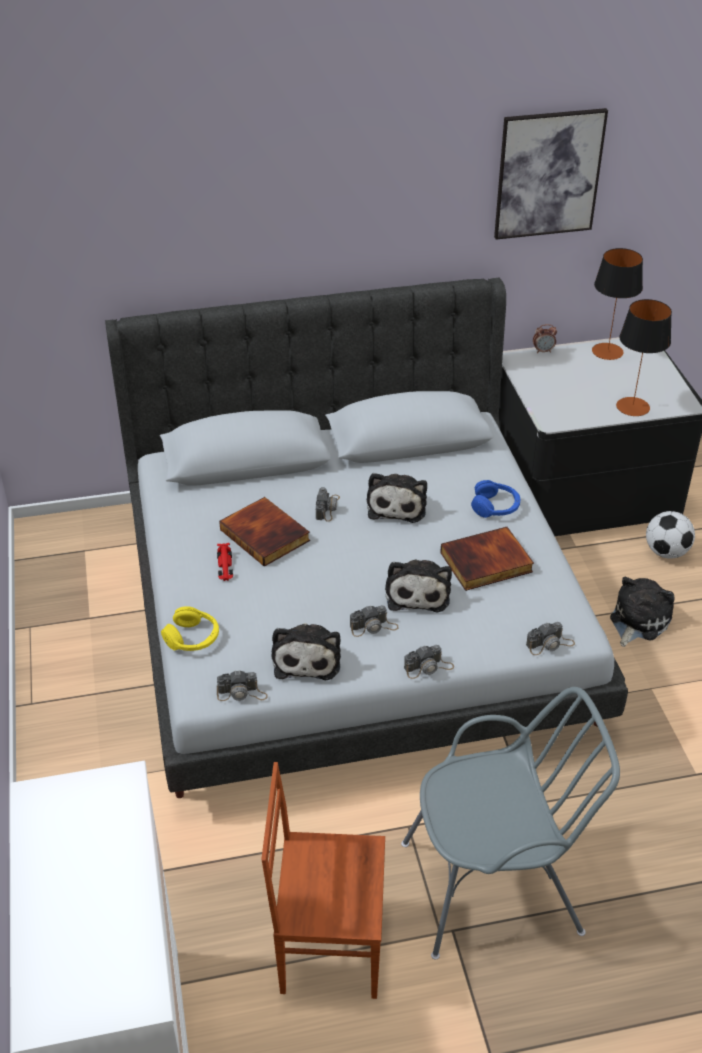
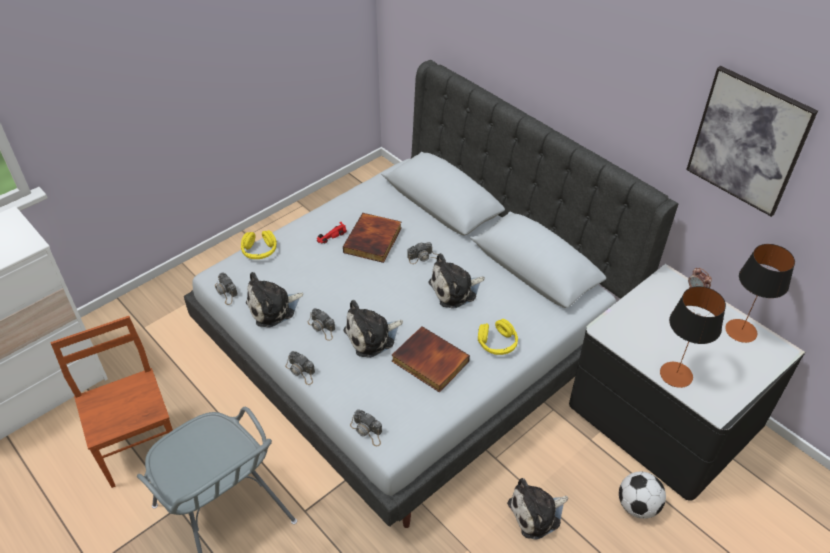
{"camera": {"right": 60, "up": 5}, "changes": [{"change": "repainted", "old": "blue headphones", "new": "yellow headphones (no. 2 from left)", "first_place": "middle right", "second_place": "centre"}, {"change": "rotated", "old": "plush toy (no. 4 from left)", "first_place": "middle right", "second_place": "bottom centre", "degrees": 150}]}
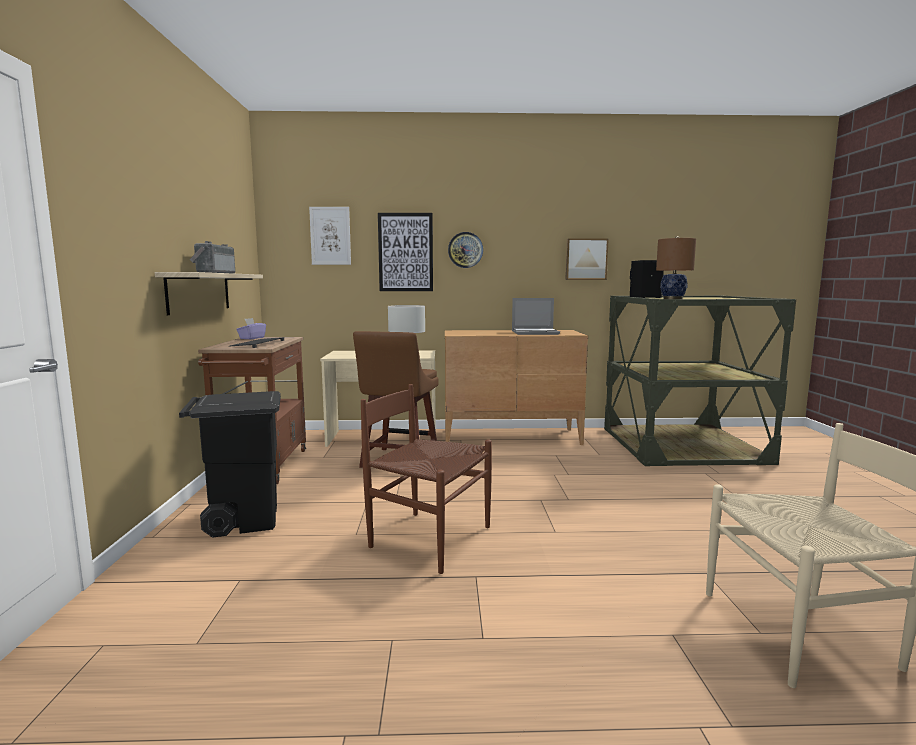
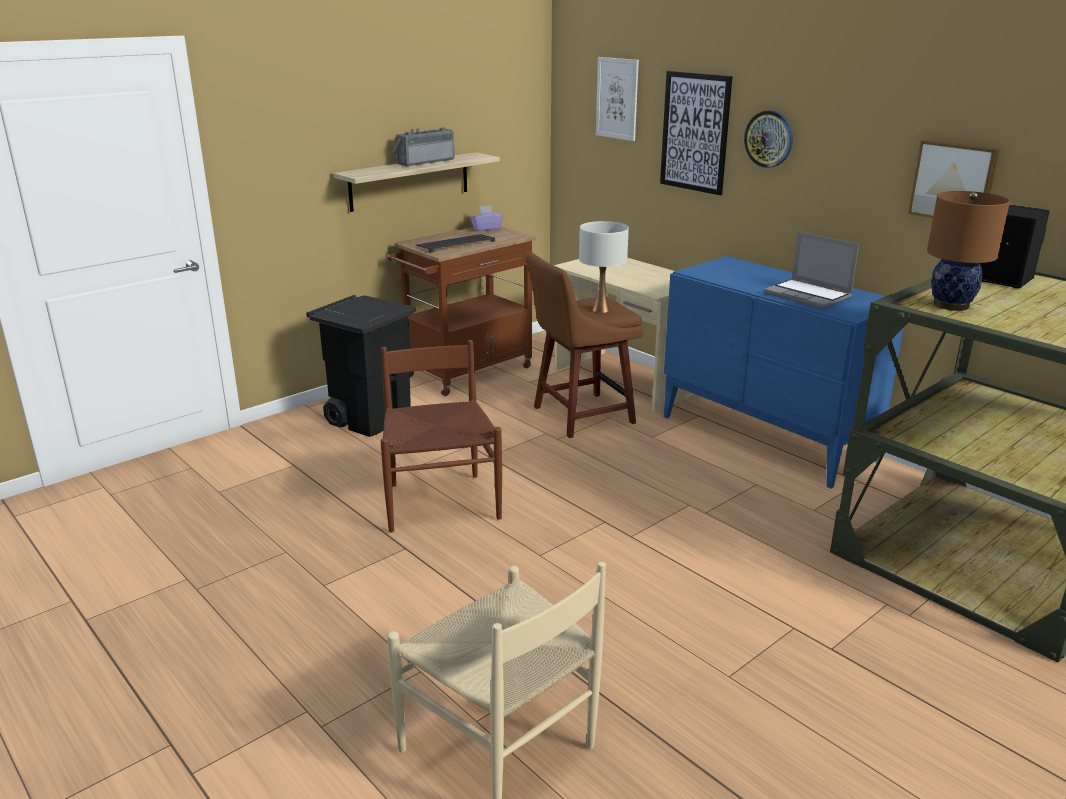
{"camera": {"right": 50, "up": 15}, "changes": [{"change": "repainted", "old": "brown cabinet", "new": "blue cabinet", "first_place": "centre", "second_place": "middle right"}]}
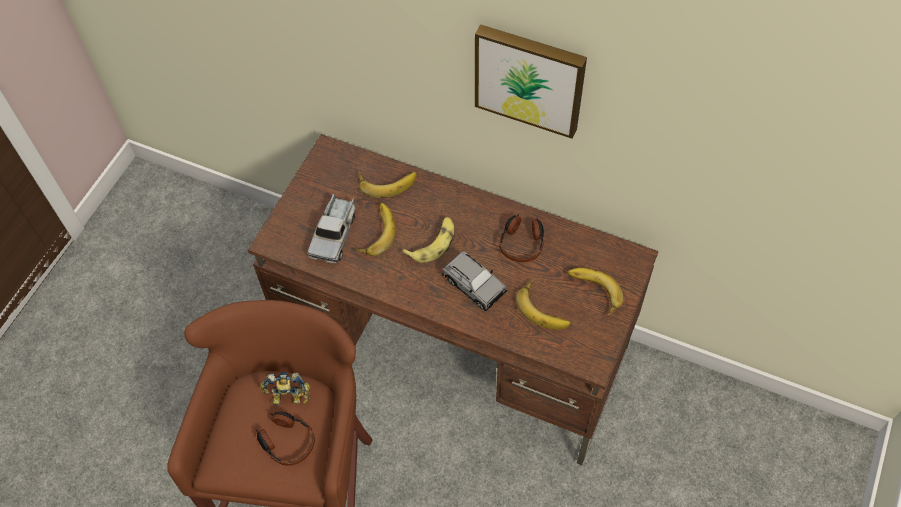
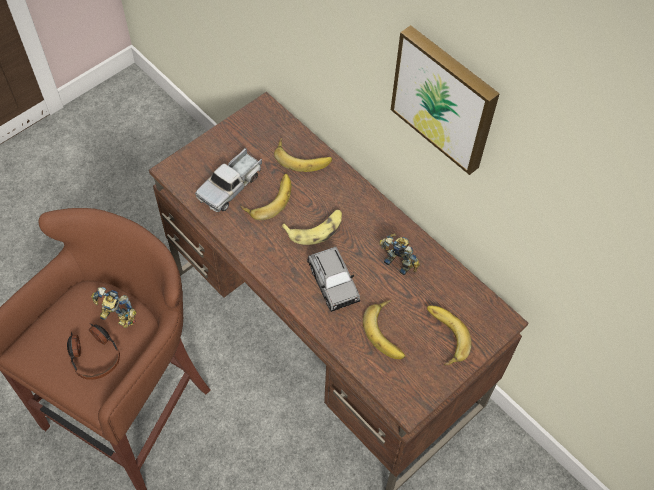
{"camera": {"right": 20, "up": 0}, "changes": [{"change": "swapped", "old": "headphones (no. 2 from left)", "new": "toy robot (no. 2 from left)", "first_place": "centre", "second_place": "centre"}]}
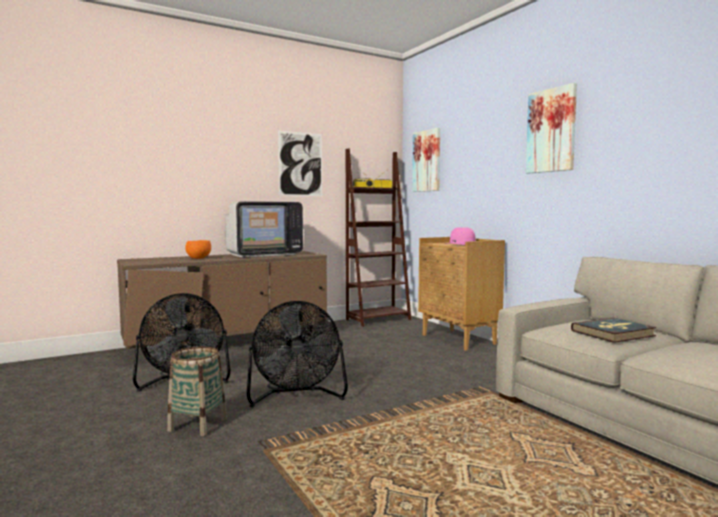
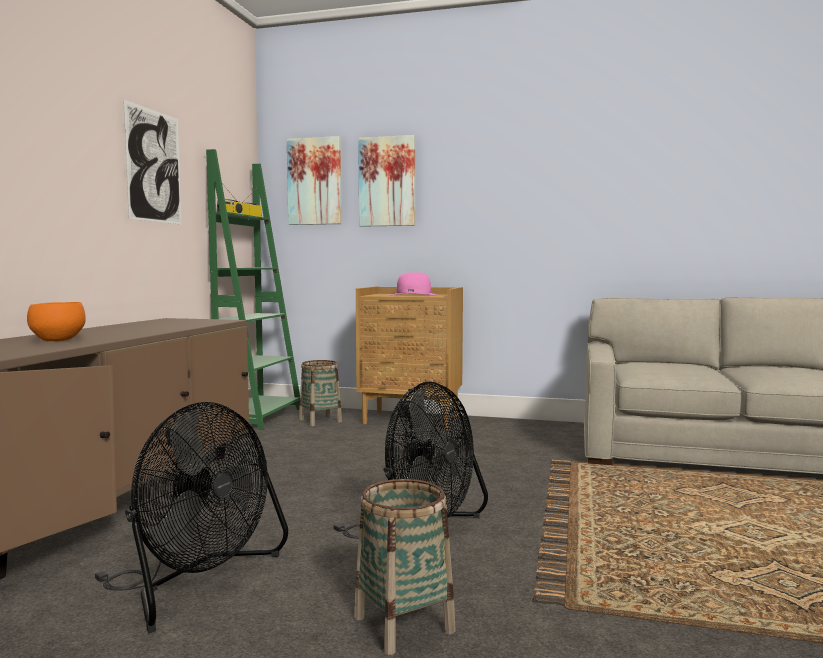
{"camera": {"right": -45, "up": 0}, "changes": [{"change": "repainted", "old": "brown bookcase", "new": "green bookcase", "first_place": "centre", "second_place": "middle left"}, {"change": "new", "new": "basket (no. 1 from left)", "second_place": "centre"}, {"change": "shifted", "old": "picture (no. 3 from left)", "first_place": "top right", "second_place": "top centre"}, {"change": "gone", "old": "television", "first_place": "centre"}, {"change": "gone", "old": "book", "first_place": "middle right"}]}
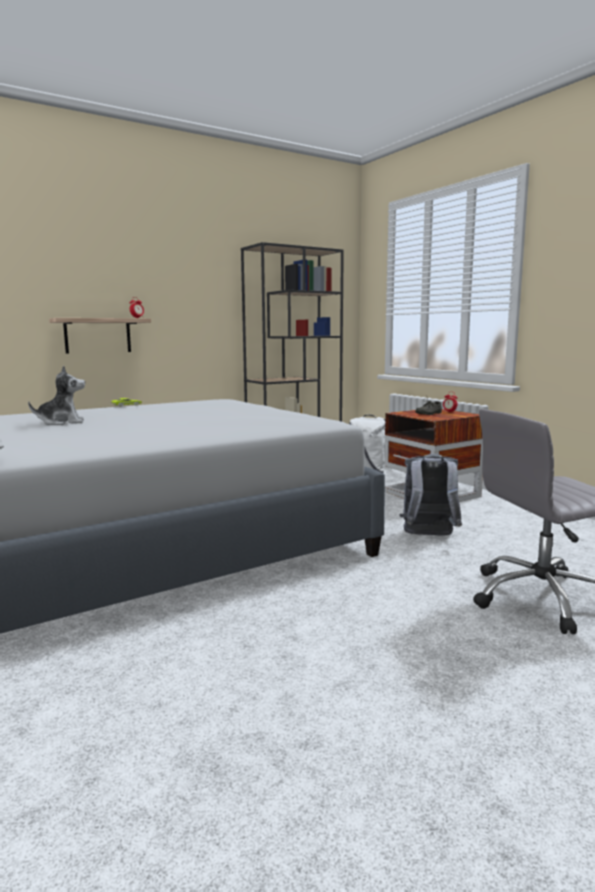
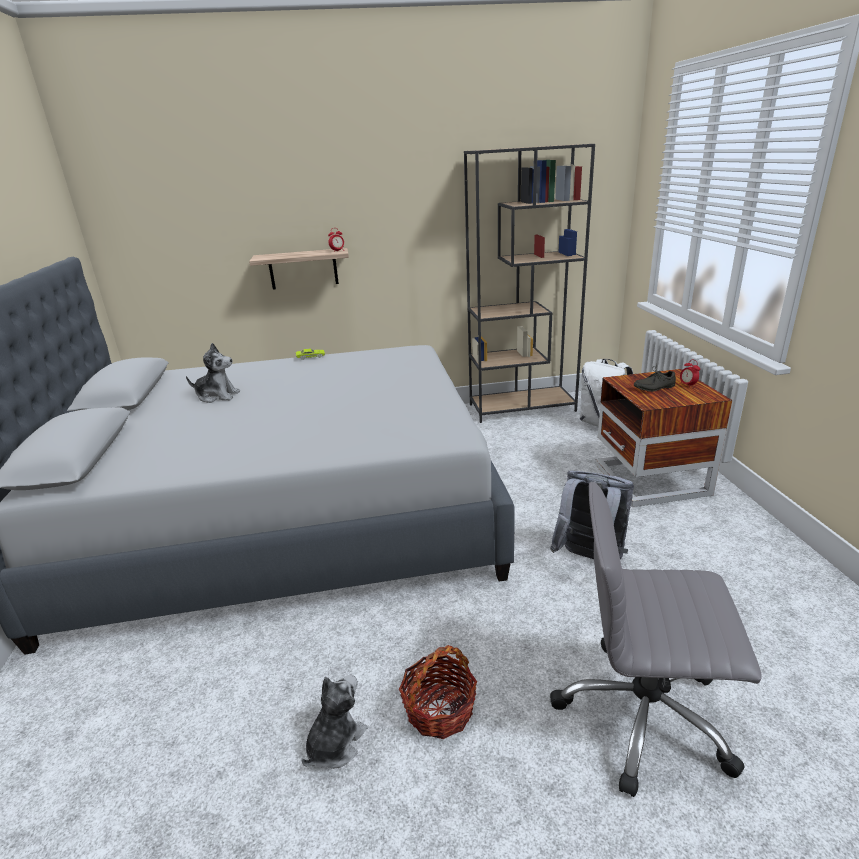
{"camera": {"right": 25, "up": 15}, "changes": [{"change": "new", "new": "plush toy (no. 2 from left)", "second_place": "bottom centre"}, {"change": "new", "new": "basket", "second_place": "bottom centre"}]}
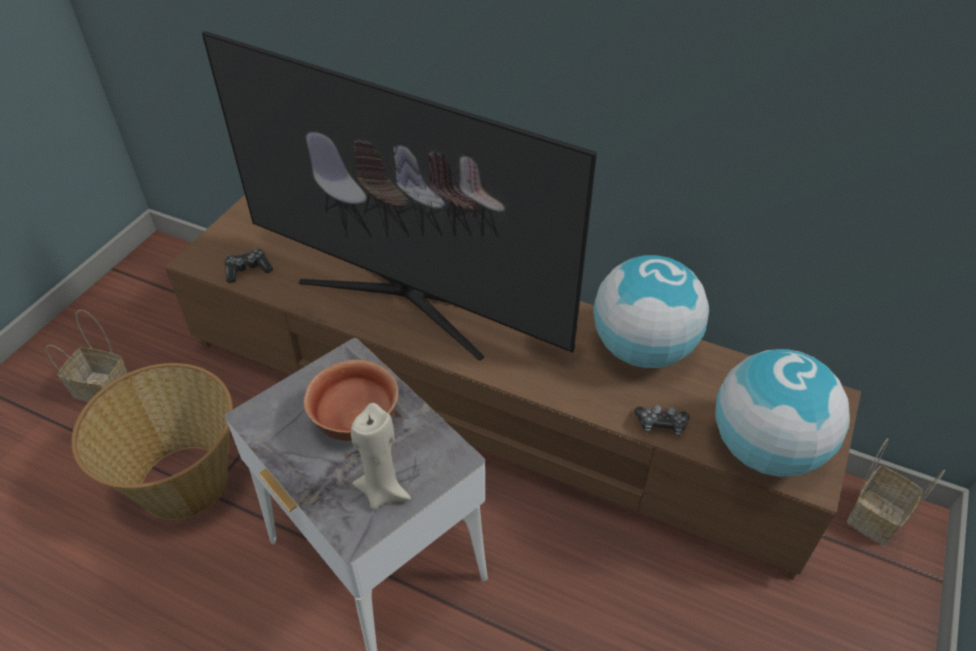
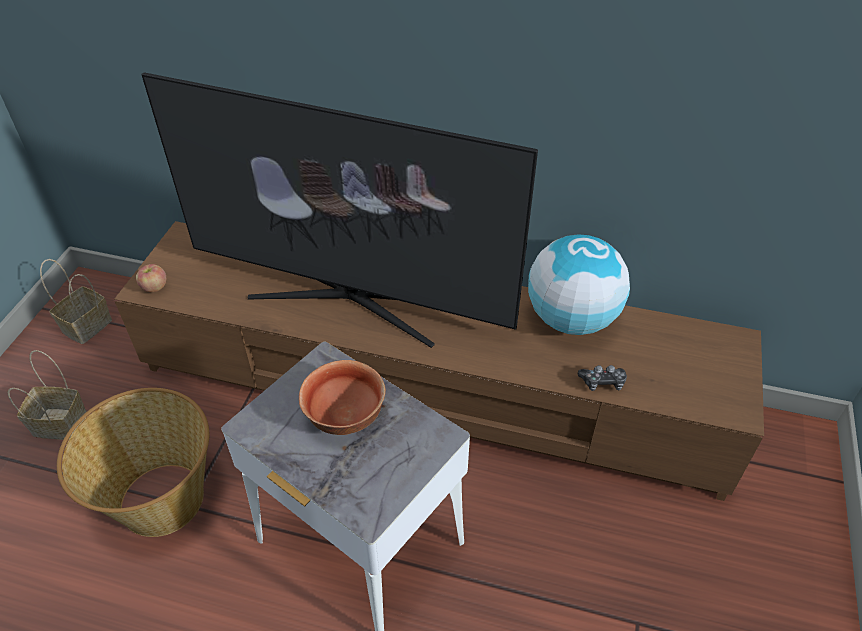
{"camera": {"right": -10, "up": 0}, "changes": [{"change": "shifted", "old": "basket (no. 3 from left in the first image)", "new": "basket (no. 2 from left)", "first_place": "bottom right", "second_place": "middle left"}, {"change": "new", "new": "apple", "second_place": "middle left"}, {"change": "gone", "old": "game controller (no. 1 from left)", "first_place": "middle left"}, {"change": "gone", "old": "beige candle", "first_place": "bottom centre"}, {"change": "gone", "old": "globe (no. 2 from left)", "first_place": "middle right"}]}
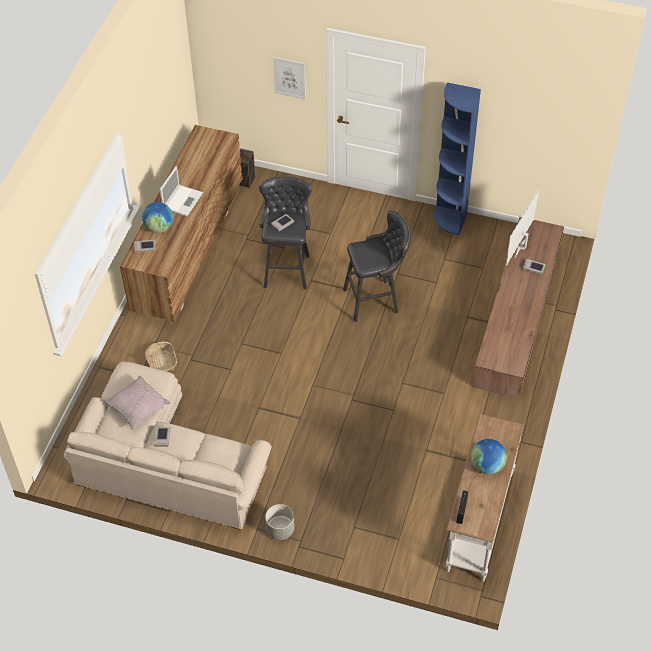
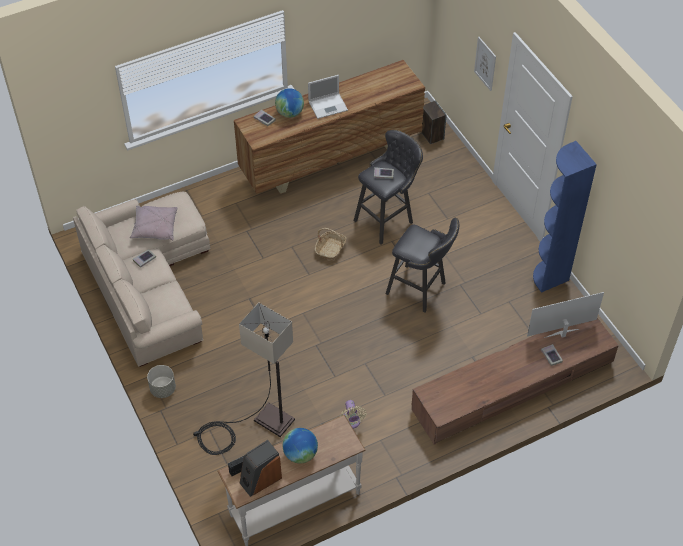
{"camera": {"right": 45, "up": 0}, "changes": [{"change": "new", "new": "floor lamp", "second_place": "bottom centre"}, {"change": "new", "new": "speaker (no. 1 from left)", "second_place": "bottom centre"}, {"change": "shifted", "old": "basket", "first_place": "middle left", "second_place": "centre"}, {"change": "new", "new": "beige fan", "second_place": "bottom centre"}]}
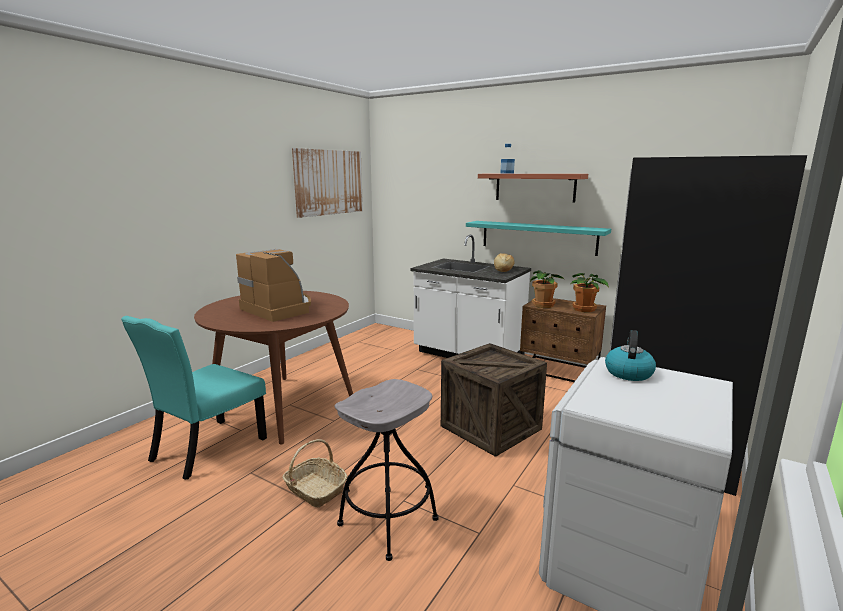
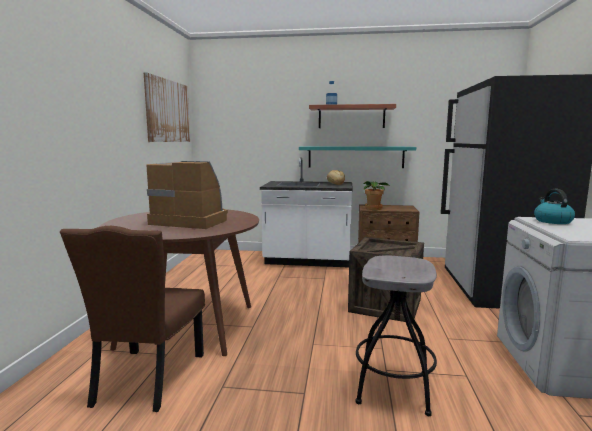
{"camera": {"right": -25, "up": -5}, "changes": [{"change": "repainted", "old": "turquoise chair", "new": "brown chair", "first_place": "middle left", "second_place": "bottom left"}, {"change": "gone", "old": "basket", "first_place": "bottom centre"}, {"change": "gone", "old": "potted plant (no. 2 from left)", "first_place": "middle right"}]}
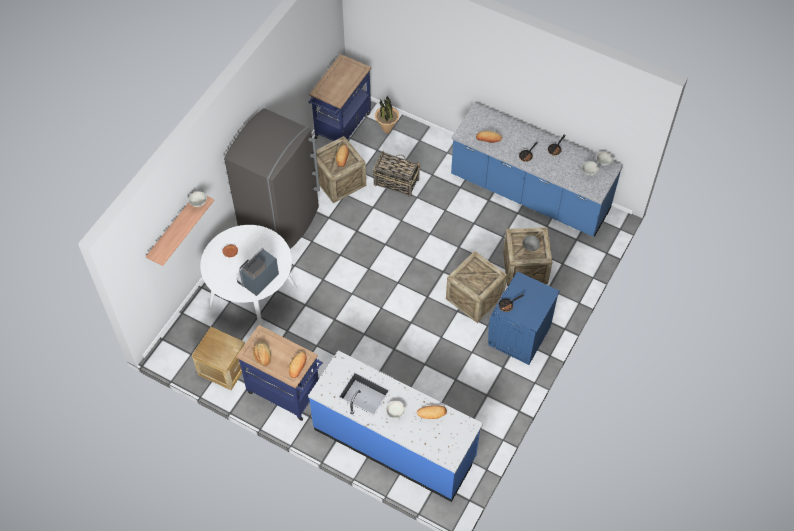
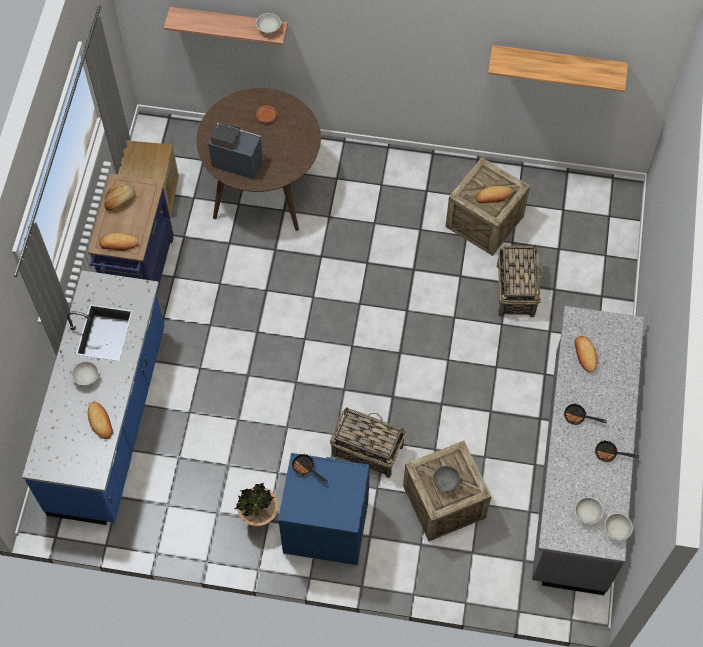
{"camera": {"right": 70, "up": 5}, "changes": [{"change": "repainted", "old": "white dining table", "new": "brown dining table", "first_place": "middle left", "second_place": "top centre"}, {"change": "shifted", "old": "potted plant", "first_place": "top centre", "second_place": "bottom centre"}, {"change": "swapped", "old": "crate (no. 3 from left)", "new": "basket (no. 1 from left)", "first_place": "centre", "second_place": "bottom centre"}, {"change": "new", "new": "shelf (no. 2 from left)", "second_place": "top right"}, {"change": "repainted", "old": "blue counter (no. 2 from left)", "new": "grey counter", "first_place": "top right", "second_place": "bottom right"}, {"change": "gone", "old": "grey fridge", "first_place": "centre"}, {"change": "gone", "old": "blue cart (no. 2 from left)", "first_place": "top centre"}]}
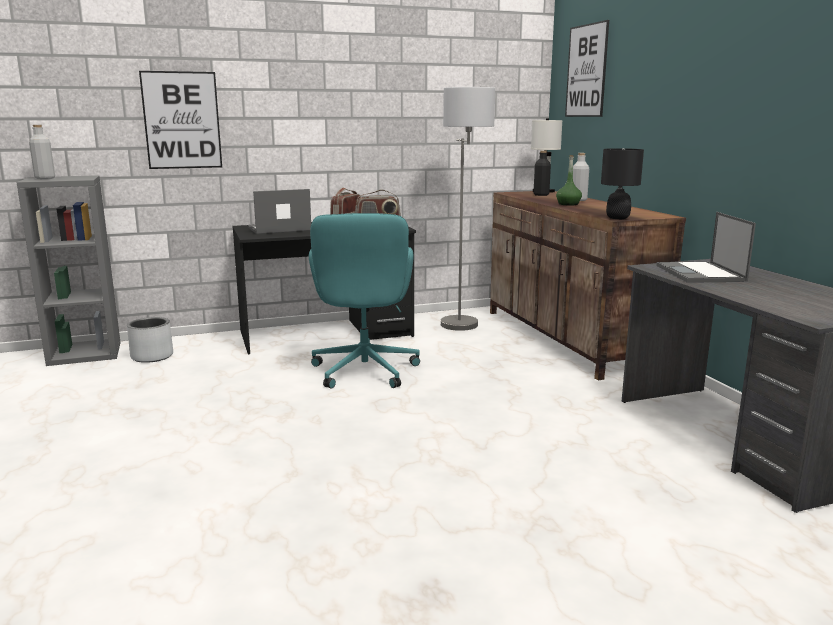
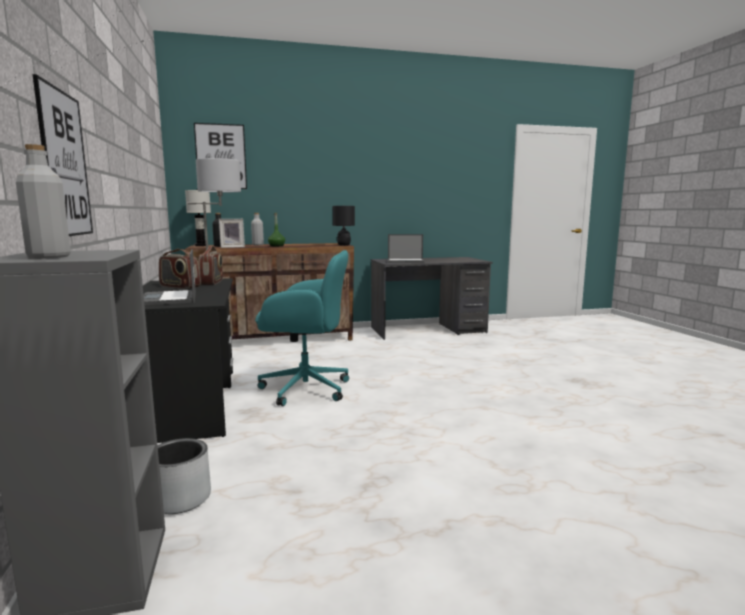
{"camera": {"right": -85, "up": -5}, "changes": [{"change": "new", "new": "picture frame", "second_place": "middle left"}]}
